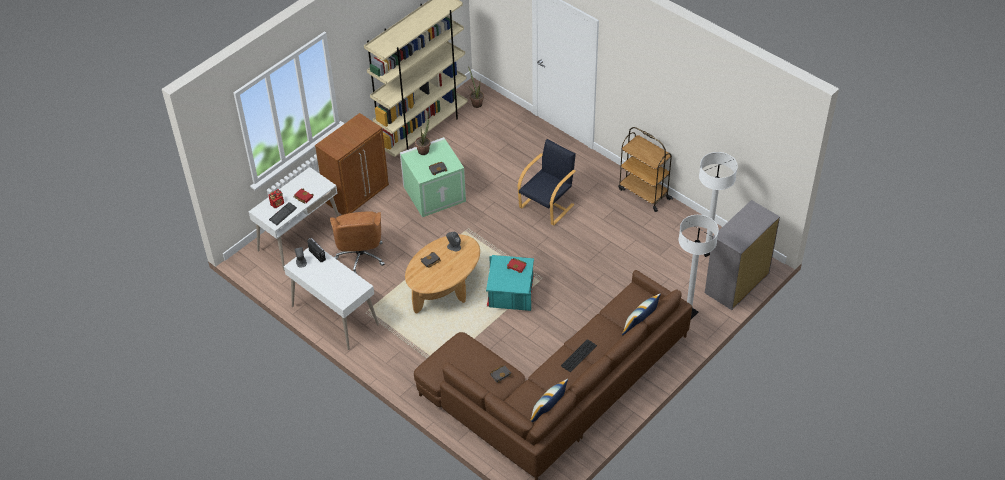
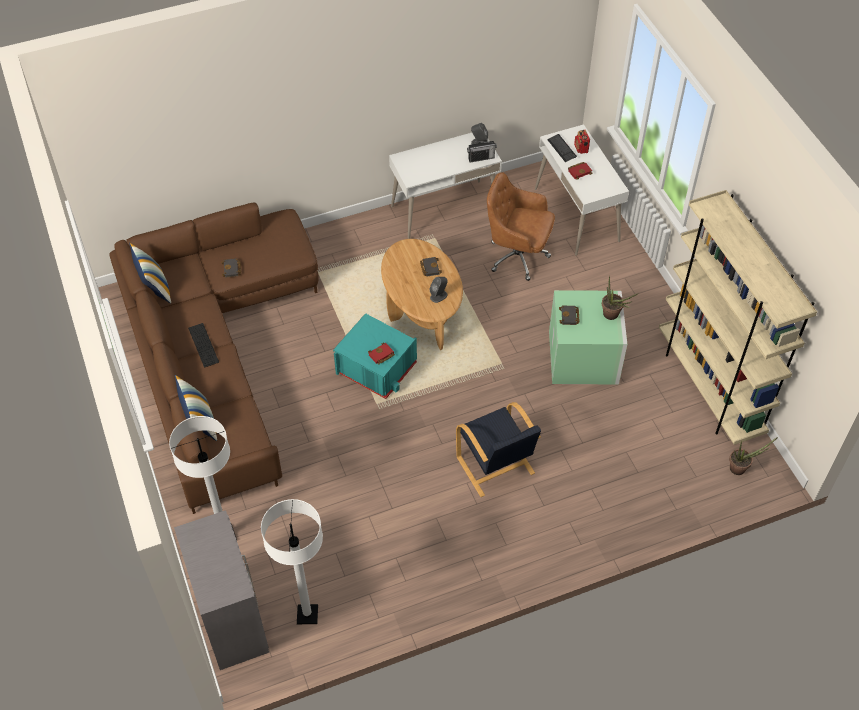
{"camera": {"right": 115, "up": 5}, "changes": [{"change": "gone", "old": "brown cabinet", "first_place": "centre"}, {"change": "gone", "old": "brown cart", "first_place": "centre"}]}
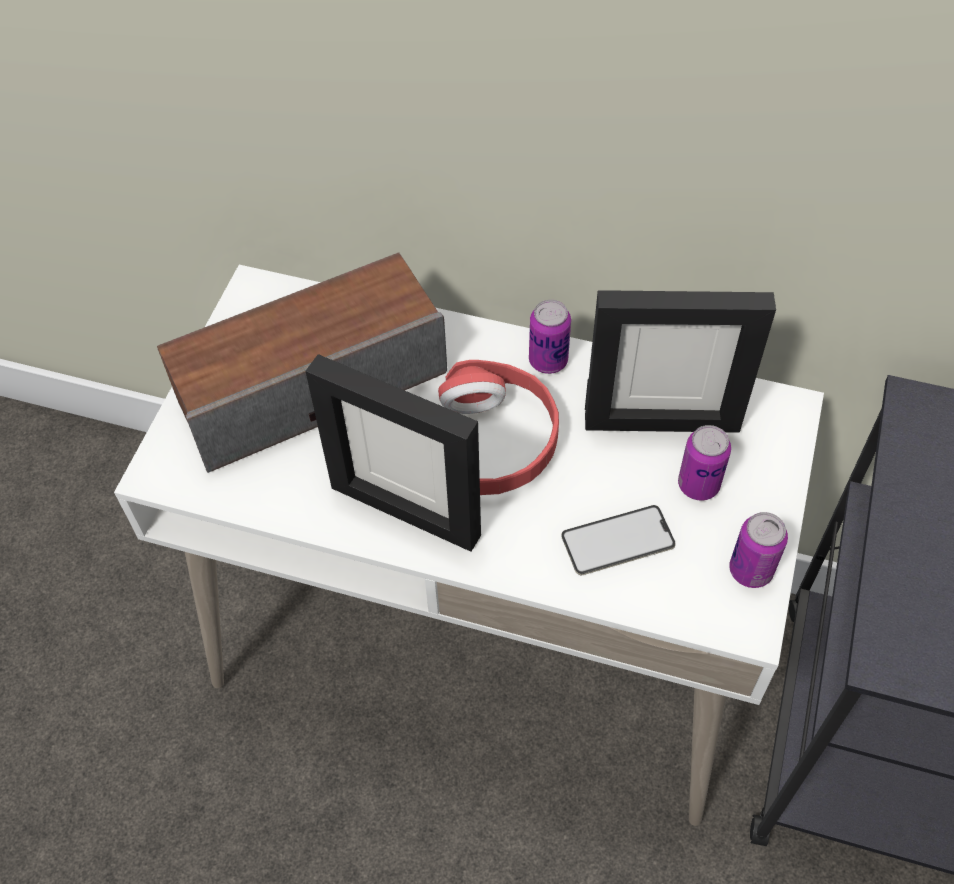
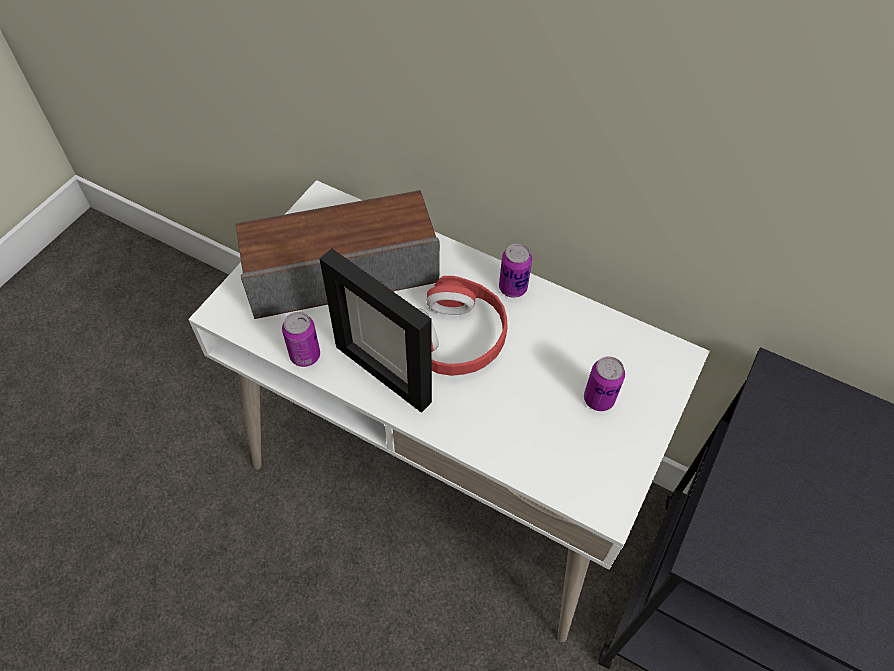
{"camera": {"right": 10, "up": 0}, "changes": [{"change": "shifted", "old": "can (no. 3 from left in the first image)", "new": "can (no. 1 from left)", "first_place": "middle right", "second_place": "centre"}, {"change": "gone", "old": "phone", "first_place": "centre"}, {"change": "gone", "old": "picture frame (no. 2 from left)", "first_place": "middle right"}]}
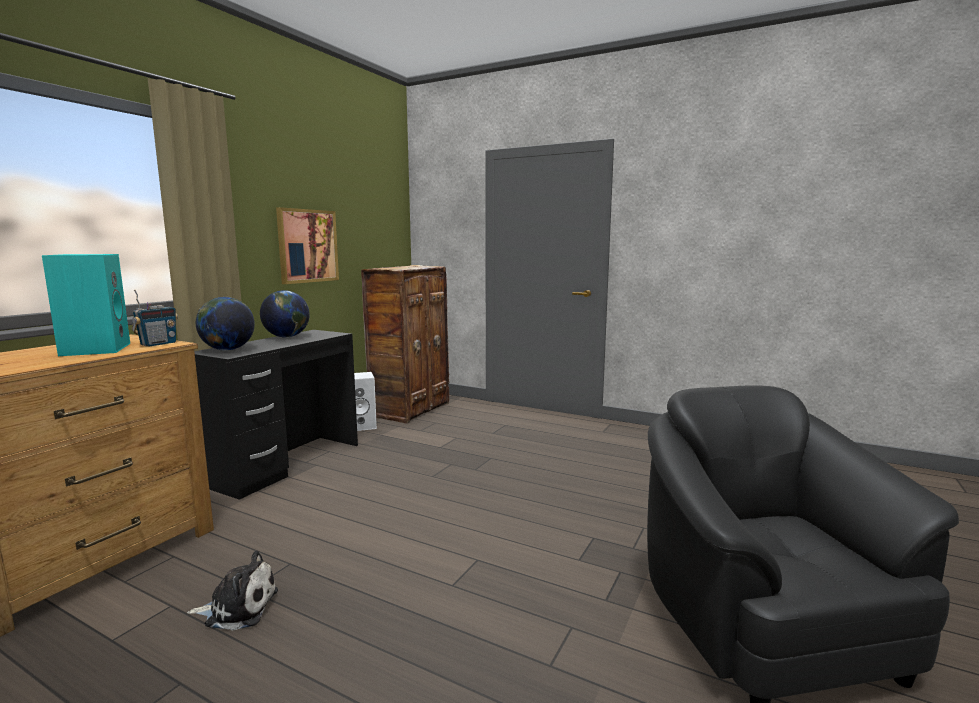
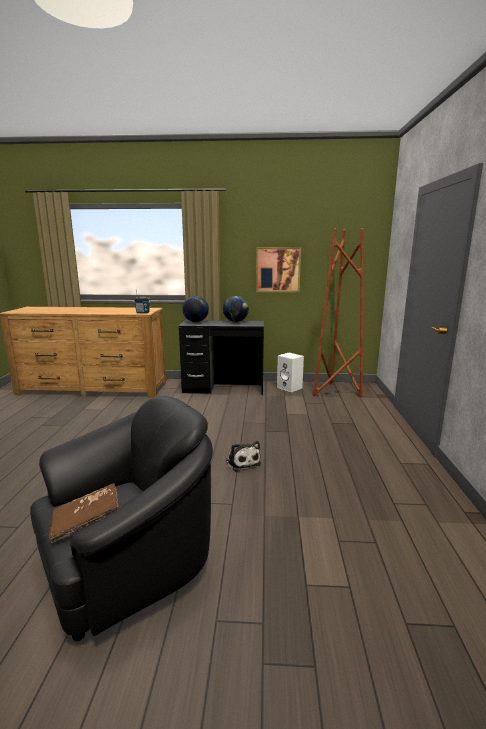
{"camera": {"right": 65, "up": 5}, "changes": [{"change": "new", "new": "brown book", "second_place": "bottom left"}, {"change": "shifted", "old": "plush toy", "first_place": "bottom left", "second_place": "centre"}, {"change": "swapped", "old": "brown cabinet", "new": "brown clothes rack", "first_place": "centre", "second_place": "middle right"}, {"change": "gone", "old": "turquoise speaker", "first_place": "middle left"}]}
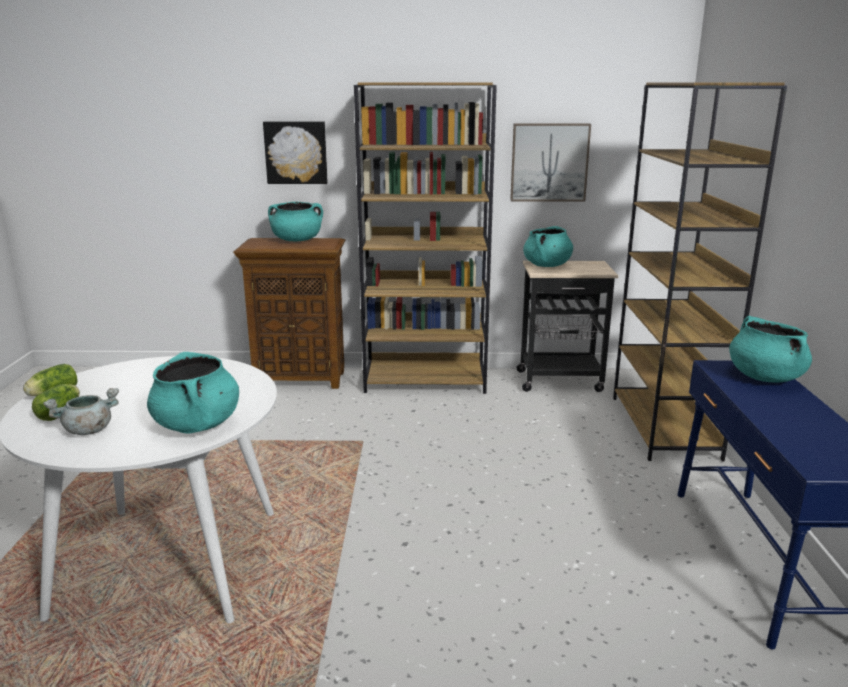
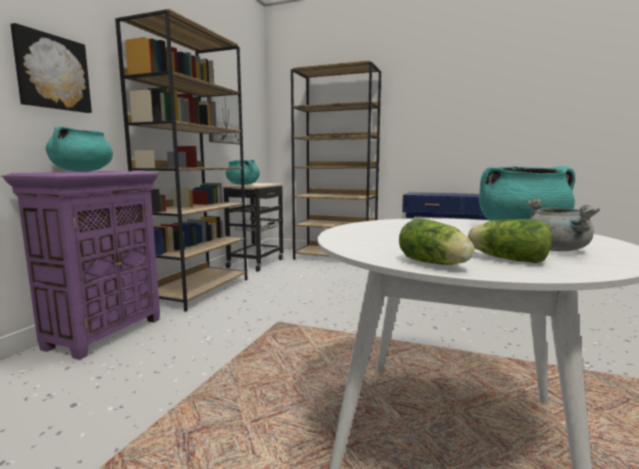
{"camera": {"right": -70, "up": -10}, "changes": [{"change": "repainted", "old": "brown cabinet", "new": "purple cabinet", "first_place": "centre", "second_place": "middle left"}, {"change": "gone", "old": "turquoise cooking pot (no. 4 from left)", "first_place": "middle right"}]}
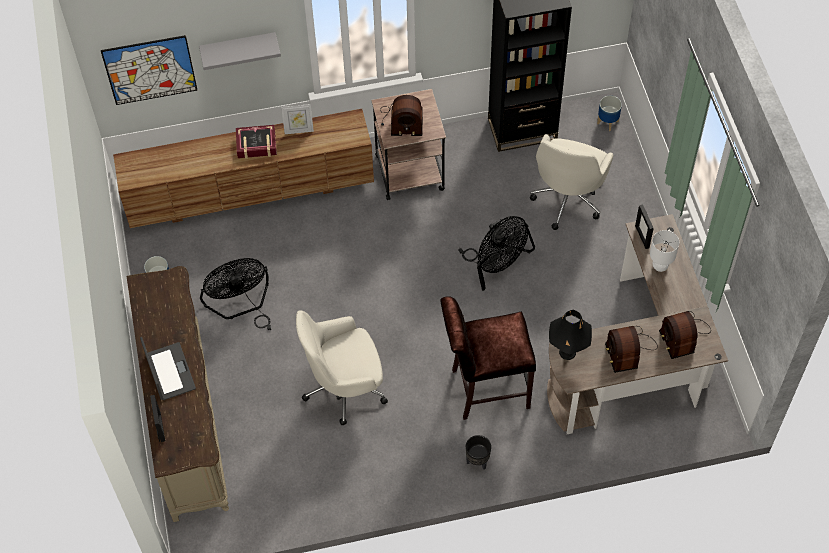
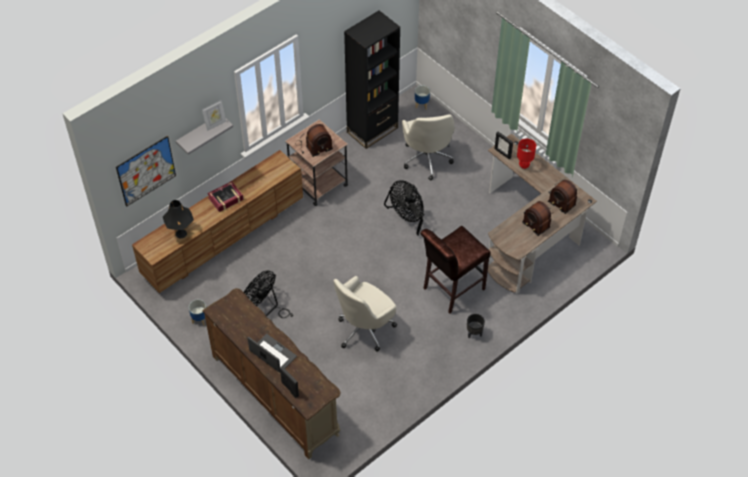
{"camera": {"right": -30, "up": -5}, "changes": [{"change": "shifted", "old": "black table lamp", "first_place": "middle right", "second_place": "middle left"}, {"change": "shifted", "old": "picture frame (no. 2 from left in the first image)", "new": "picture frame (no. 1 from left)", "first_place": "top centre", "second_place": "top left"}, {"change": "rotated", "old": "black fan (no. 2 from left)", "first_place": "centre", "second_place": "centre", "degrees": 120}, {"change": "repainted", "old": "white table lamp", "new": "red table lamp", "first_place": "middle right", "second_place": "top right"}]}
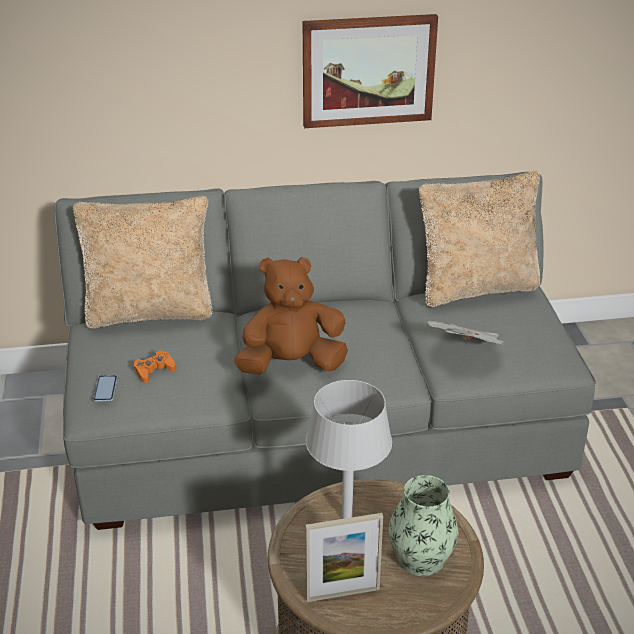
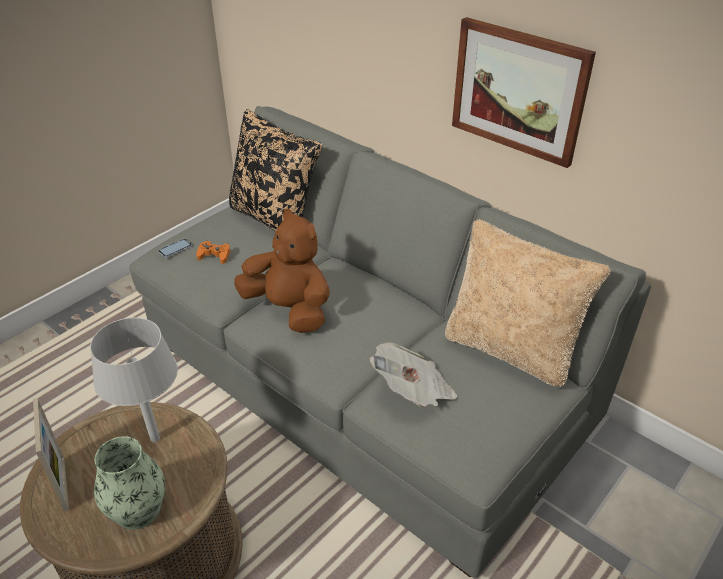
{"camera": {"right": 50, "up": 5}, "changes": [{"change": "rotated", "old": "picture frame", "first_place": "bottom centre", "second_place": "bottom left", "degrees": -150}, {"change": "repainted", "old": "beige pillow (no. 1 from left)", "new": "black pillow", "first_place": "middle left", "second_place": "top centre"}]}
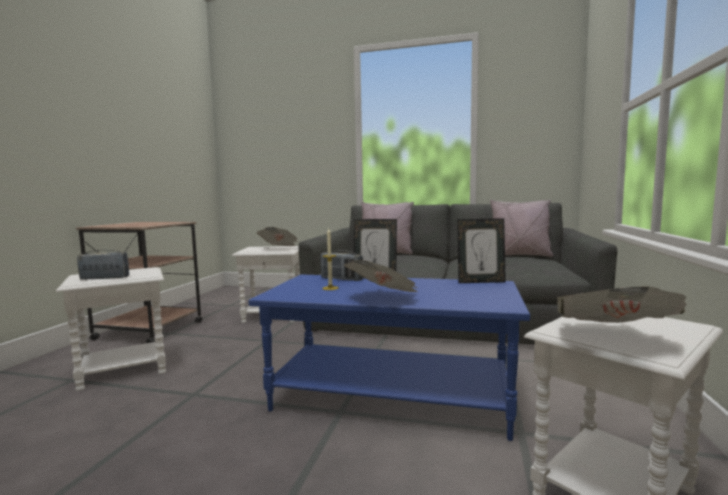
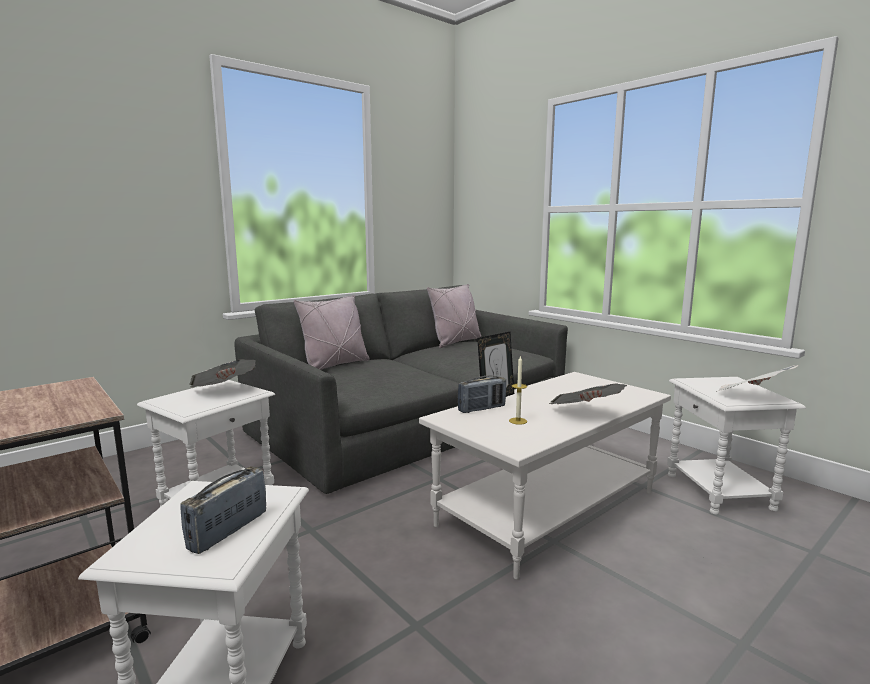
{"camera": {"right": -55, "up": 5}, "changes": [{"change": "repainted", "old": "blue coffee table", "new": "white coffee table", "first_place": "bottom centre", "second_place": "bottom centre"}, {"change": "gone", "old": "picture frame (no. 2 from left)", "first_place": "centre"}]}
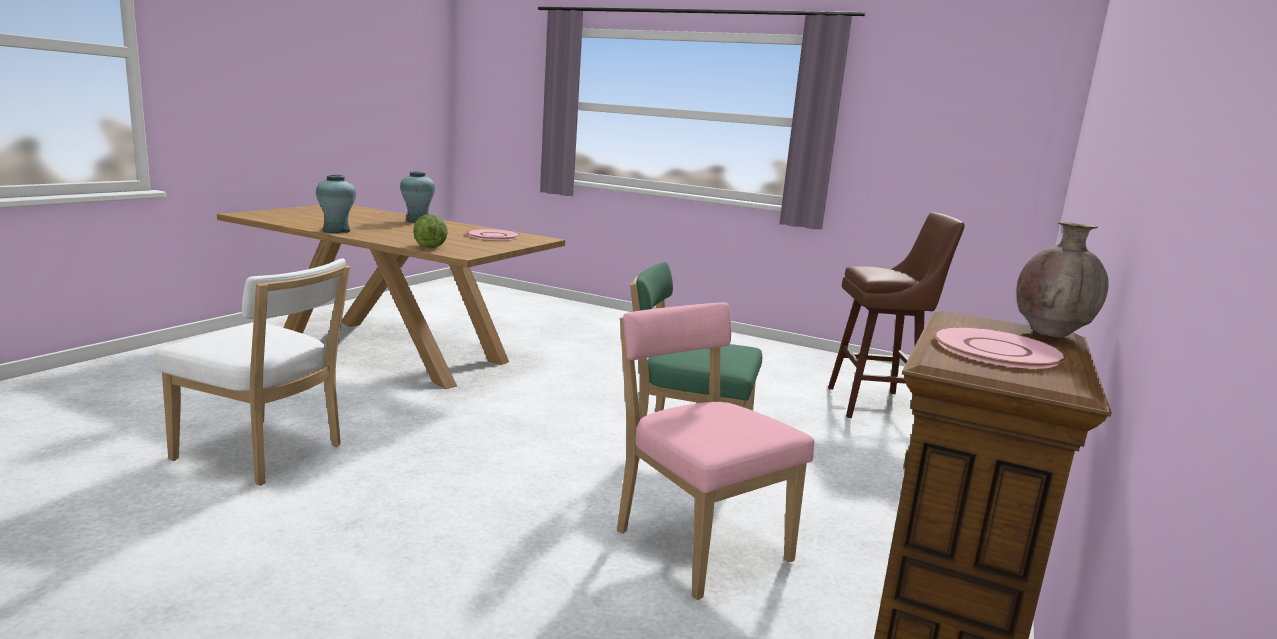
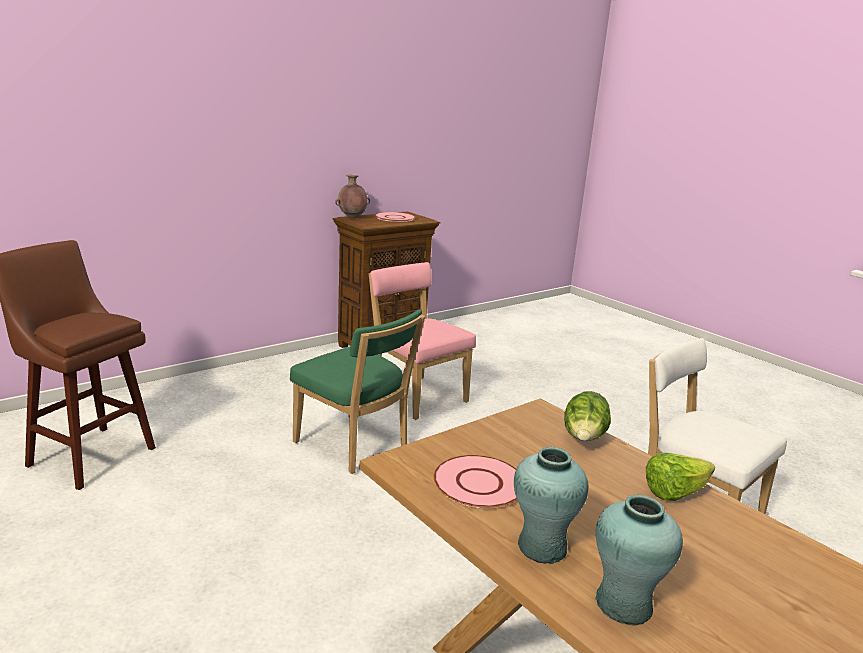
{"camera": {"right": -155, "up": 5}, "changes": [{"change": "rotated", "old": "pink chair", "first_place": "bottom centre", "second_place": "centre", "degrees": 150}, {"change": "shifted", "old": "turquoise vase (no. 1 from left)", "first_place": "top left", "second_place": "bottom centre"}, {"change": "new", "new": "lettuce (no. 2 from left)", "second_place": "bottom right"}]}
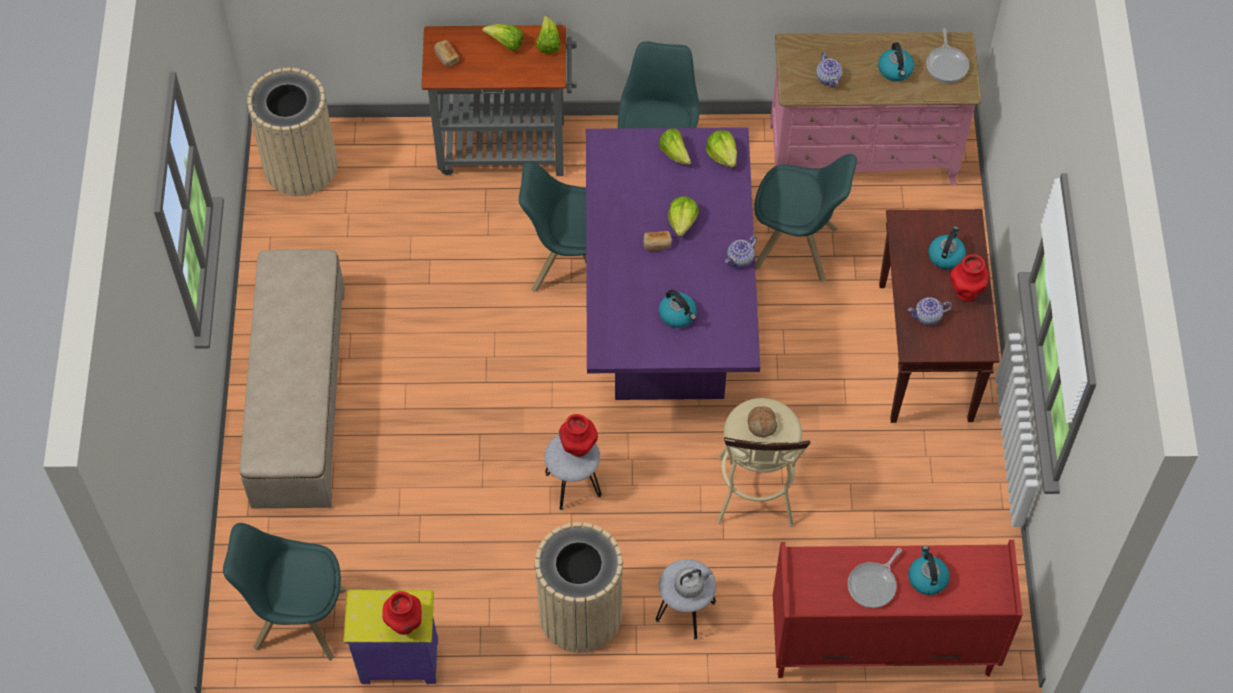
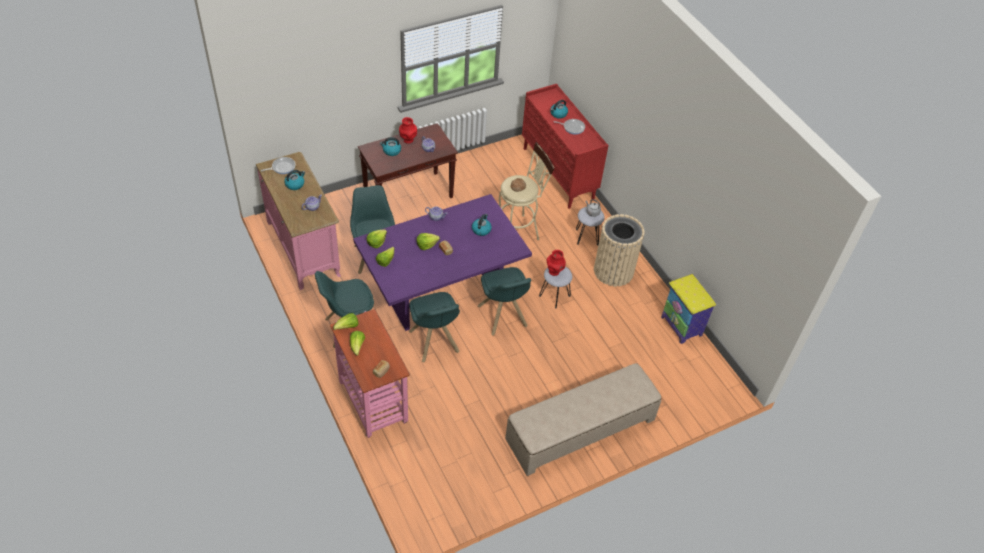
{"camera": {"right": -120, "up": -10}, "changes": [{"change": "repainted", "old": "grey cart", "new": "pink cart", "first_place": "top centre", "second_place": "bottom centre"}, {"change": "shifted", "old": "turquoise chair (no. 1 from left in the first image)", "new": "turquoise chair (no. 4 from left)", "first_place": "bottom left", "second_place": "centre"}, {"change": "gone", "old": "beige trash can (no. 1 from left)", "first_place": "top left"}, {"change": "gone", "old": "red vase (no. 1 from left)", "first_place": "bottom left"}]}
